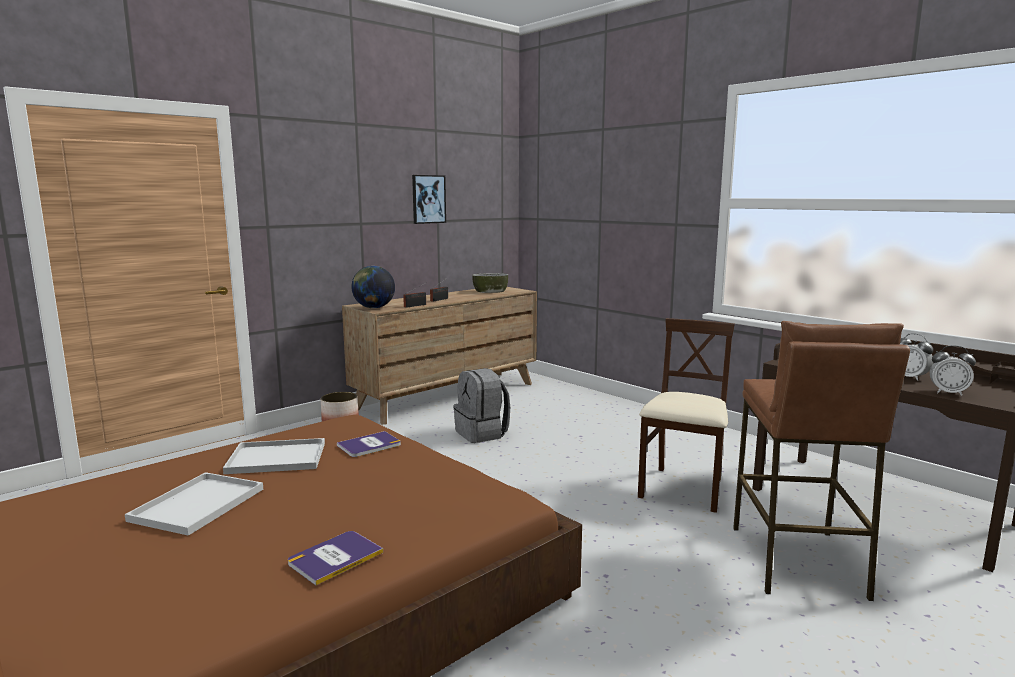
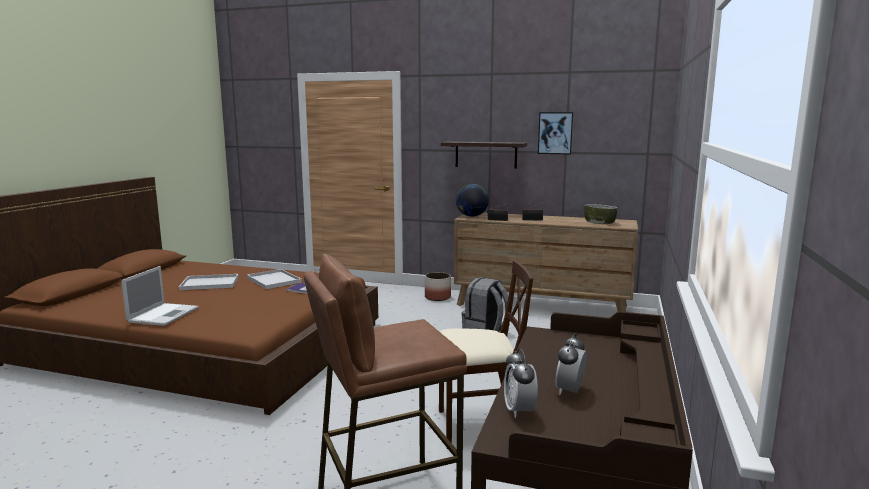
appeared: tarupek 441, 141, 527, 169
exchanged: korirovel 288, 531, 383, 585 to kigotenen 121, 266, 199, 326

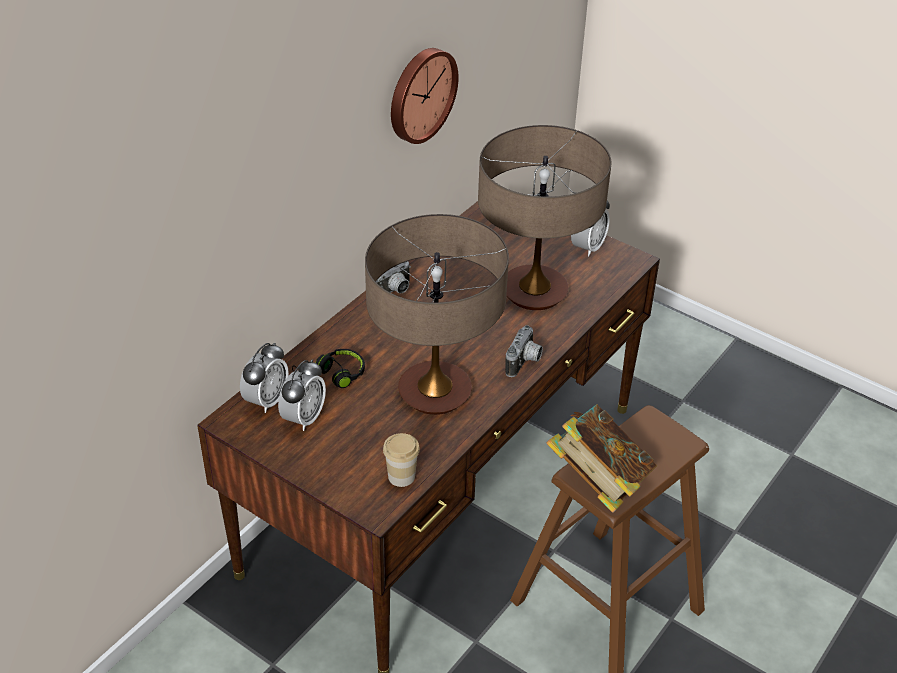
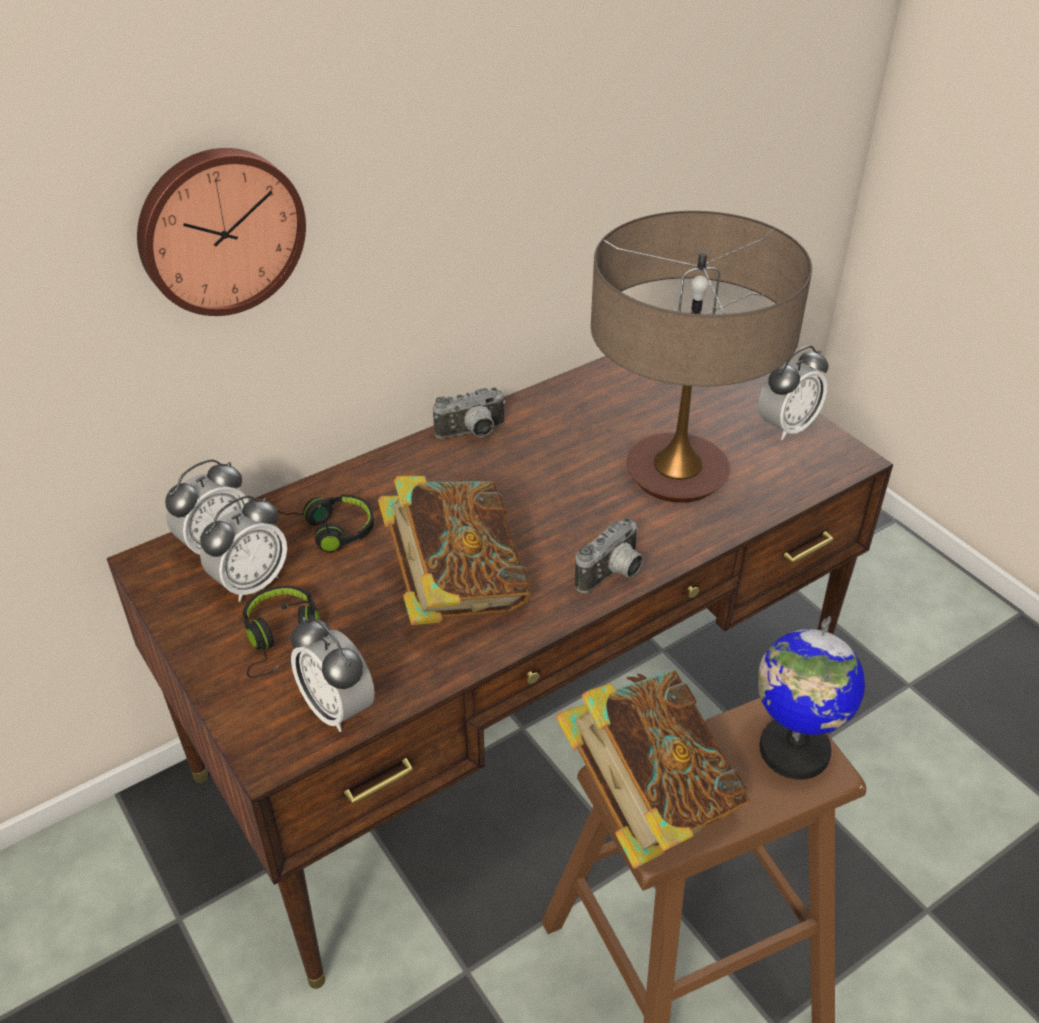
appeared: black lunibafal 243, 586, 320, 678; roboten 757, 616, 865, 780
relocated: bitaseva 391, 48, 459, 144 to 137, 148, 306, 316
exchanged: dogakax 365, 214, 509, 415 to korirovel 378, 476, 531, 625; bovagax 383, 433, 420, 487 to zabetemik 290, 617, 375, 732

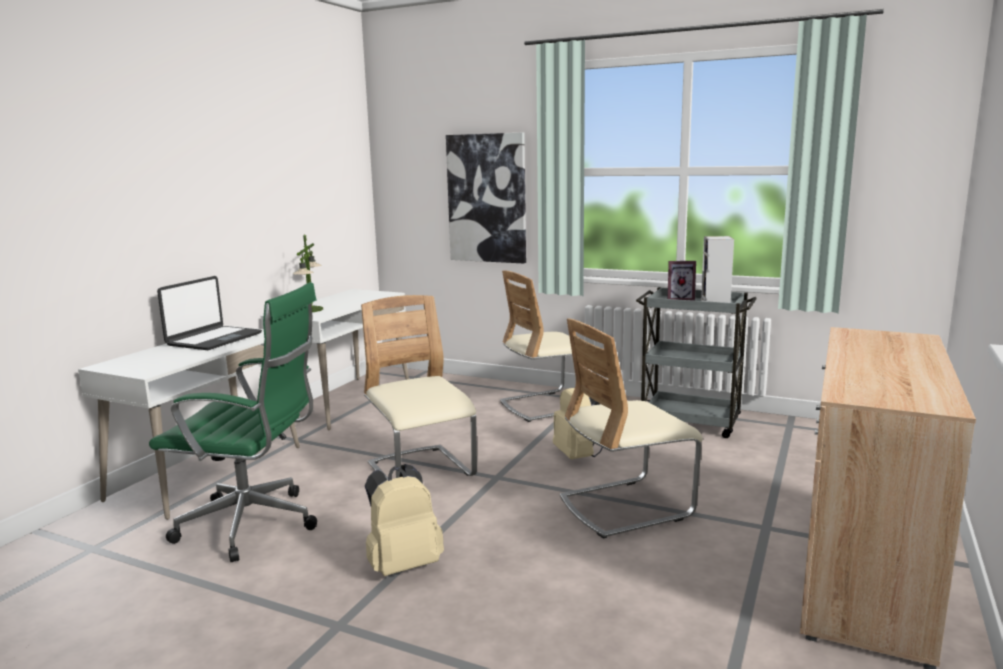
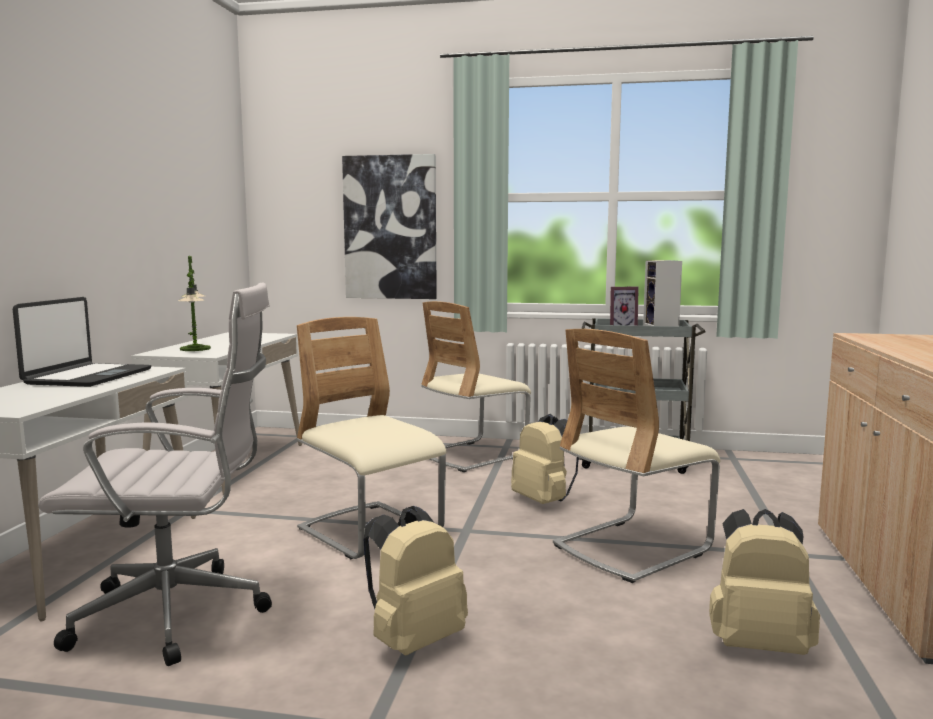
appeared: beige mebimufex 709, 509, 820, 655
colour: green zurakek 149, 282, 317, 562 to white zurakek 38, 283, 272, 666

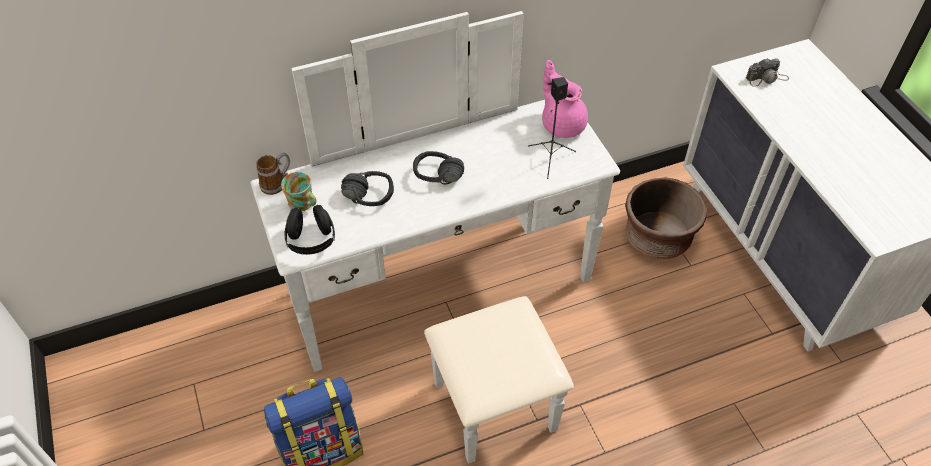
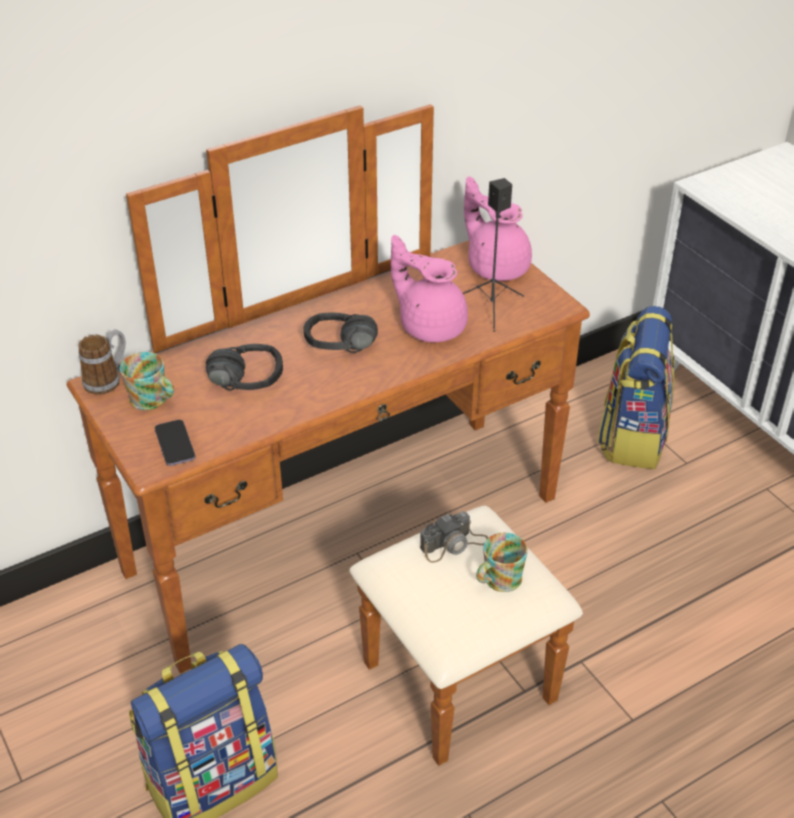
appeared: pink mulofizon 391, 235, 468, 342; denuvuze 476, 533, 528, 592
relocated: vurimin 746, 58, 789, 87 to 420, 512, 488, 563
exchanged: black lunibafal 285, 205, 335, 255 to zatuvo 155, 420, 195, 466; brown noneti 625, 177, 707, 260 to mebimufex 597, 306, 675, 469
colour: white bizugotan 250, 11, 620, 464 to brown bizugotan 67, 104, 590, 766

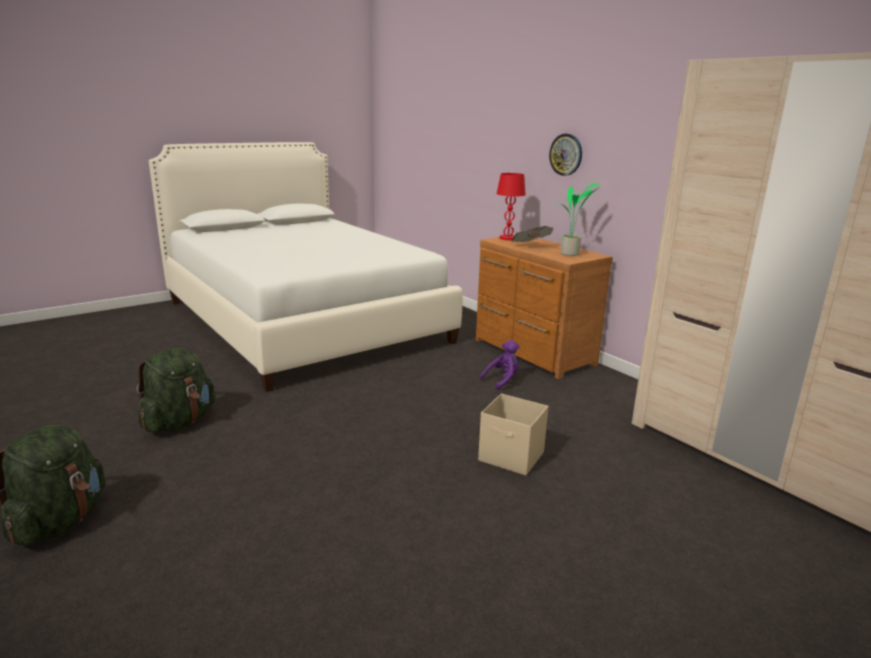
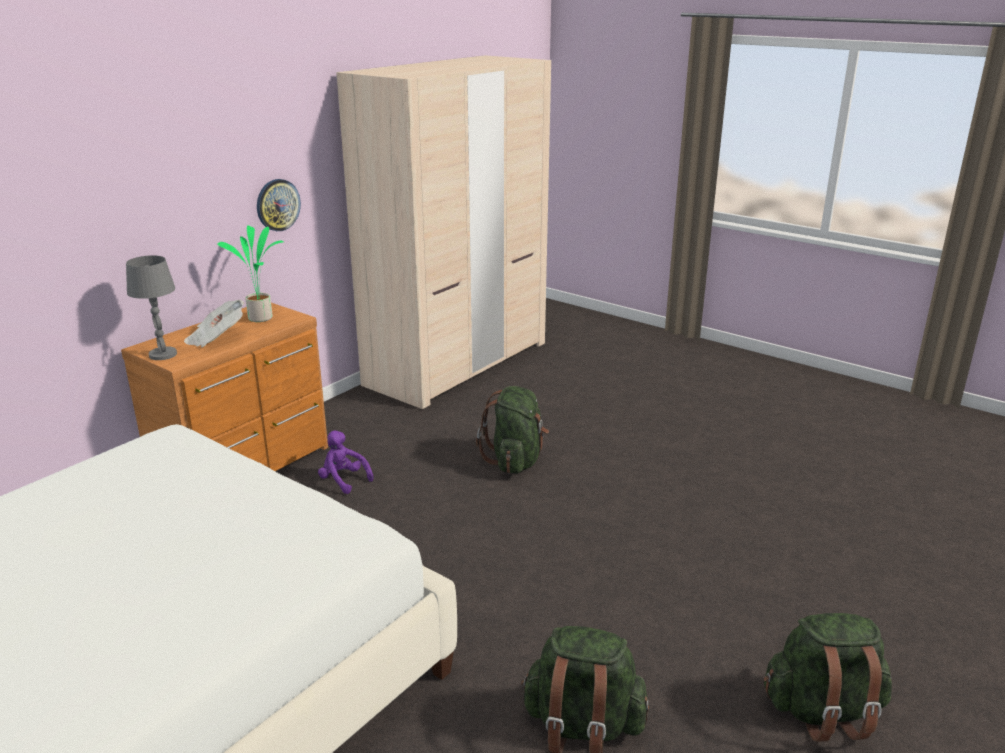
relocated: bitaseva 549, 134, 582, 176 to 257, 179, 301, 231
exchanged: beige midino 478, 394, 549, 476 to green mebimufex 476, 386, 549, 473
colour: red dogakax 497, 173, 526, 240 to grey dogakax 126, 255, 177, 360

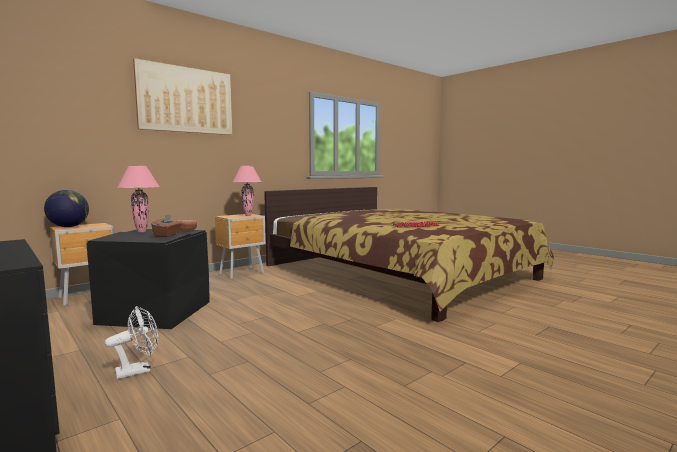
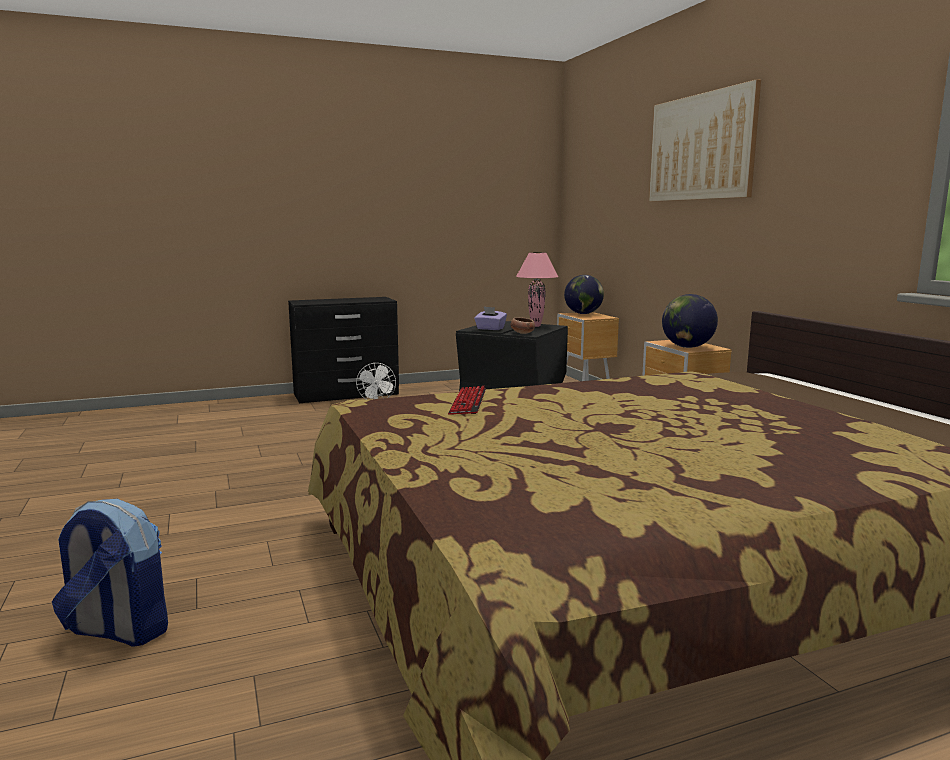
appeared: mebimufex 52, 499, 168, 647
exchanged: pink dogakax 233, 166, 262, 216 to roboten 662, 294, 718, 348
colour: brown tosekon 151, 214, 181, 237 to purple tosekon 474, 307, 507, 330

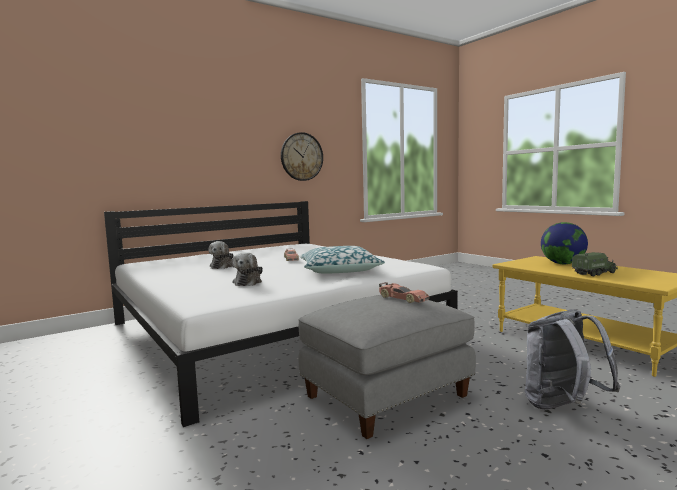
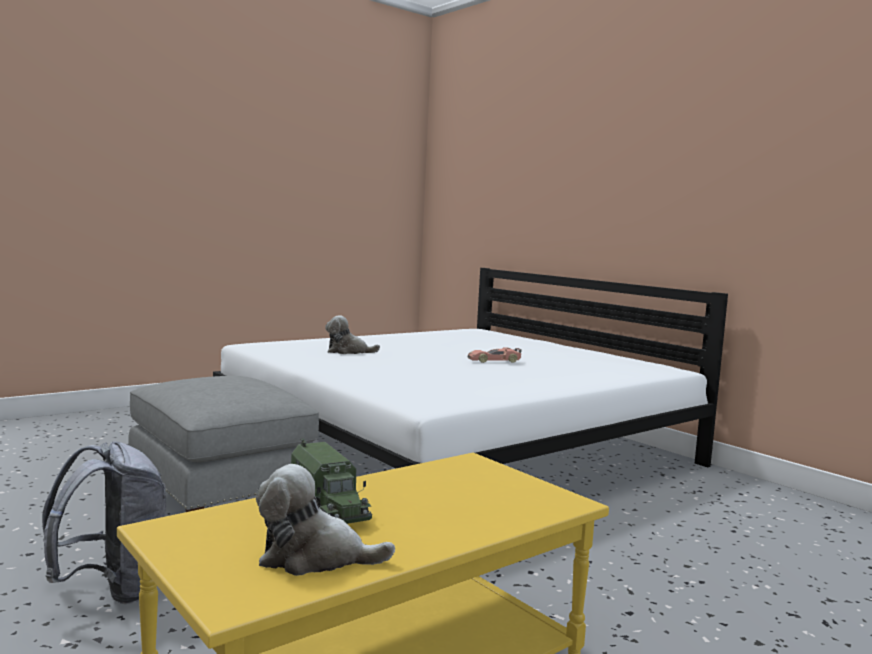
missing: bitaseva 281, 132, 323, 181; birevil 300, 246, 385, 274; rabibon 379, 282, 429, 303; roboten 541, 222, 588, 264
relocated: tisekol 209, 241, 234, 269 to 256, 464, 395, 576

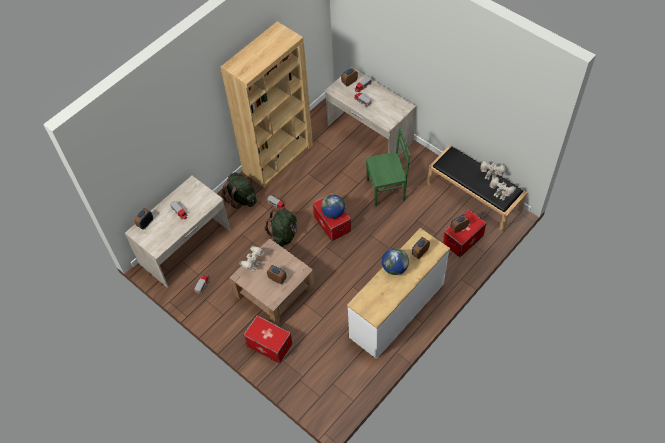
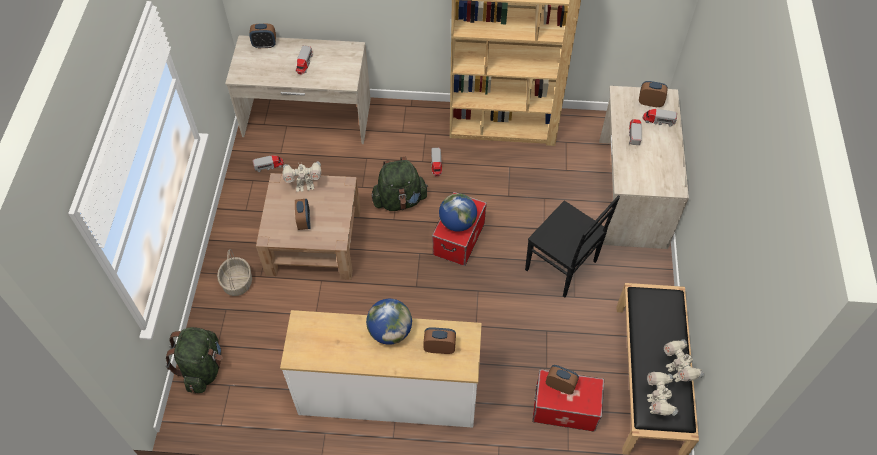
relocated: green mebimufex 222, 172, 257, 209 to 166, 327, 223, 393
exchanged: midino 243, 315, 292, 363 to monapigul 217, 249, 252, 296
colour: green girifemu 366, 128, 410, 207 to black girifemu 525, 195, 620, 298

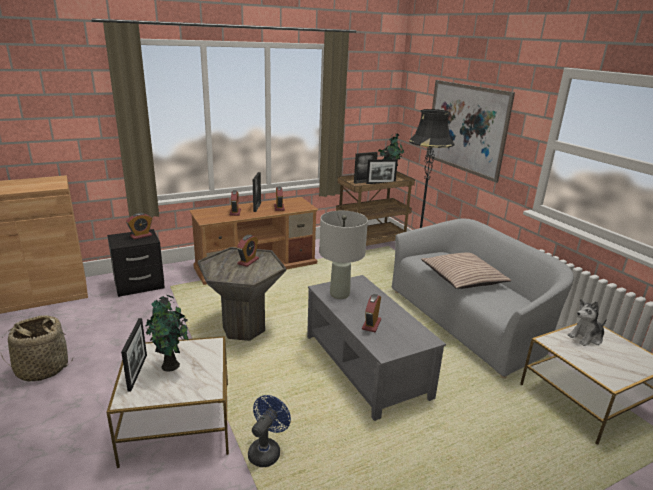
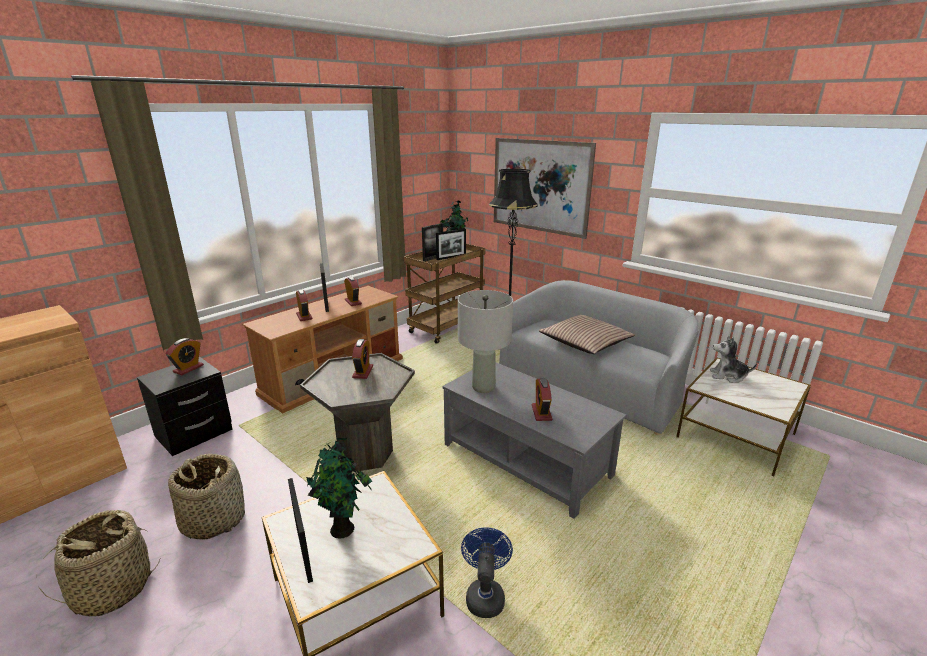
appeared: monapigul 168, 454, 245, 540
spun: tisekol 568, 299, 607, 346 = 710, 336, 757, 383 60 degrees clockwise

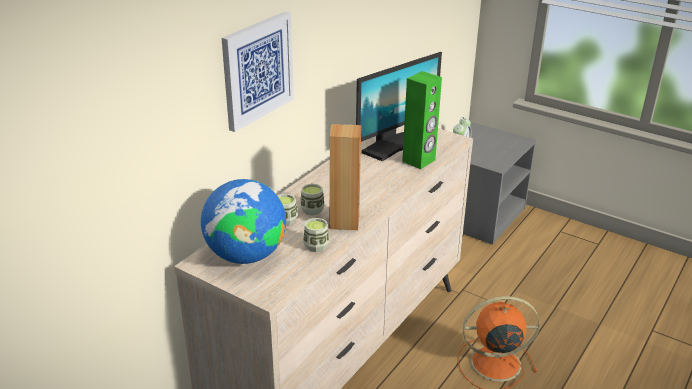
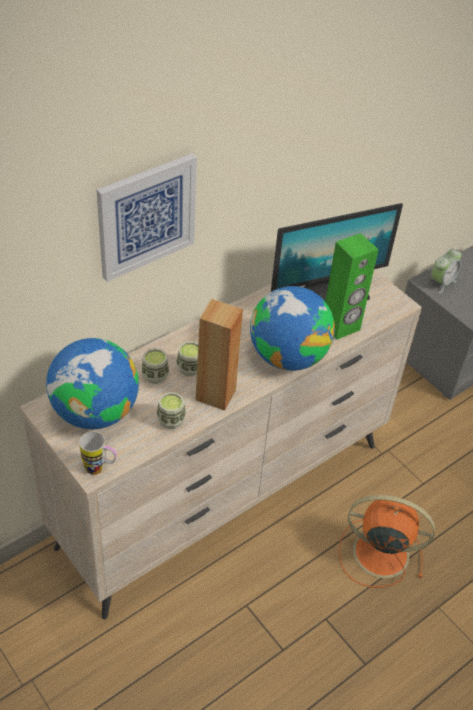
appeared: denuvuze 79, 431, 117, 475; roboten 250, 286, 335, 371

